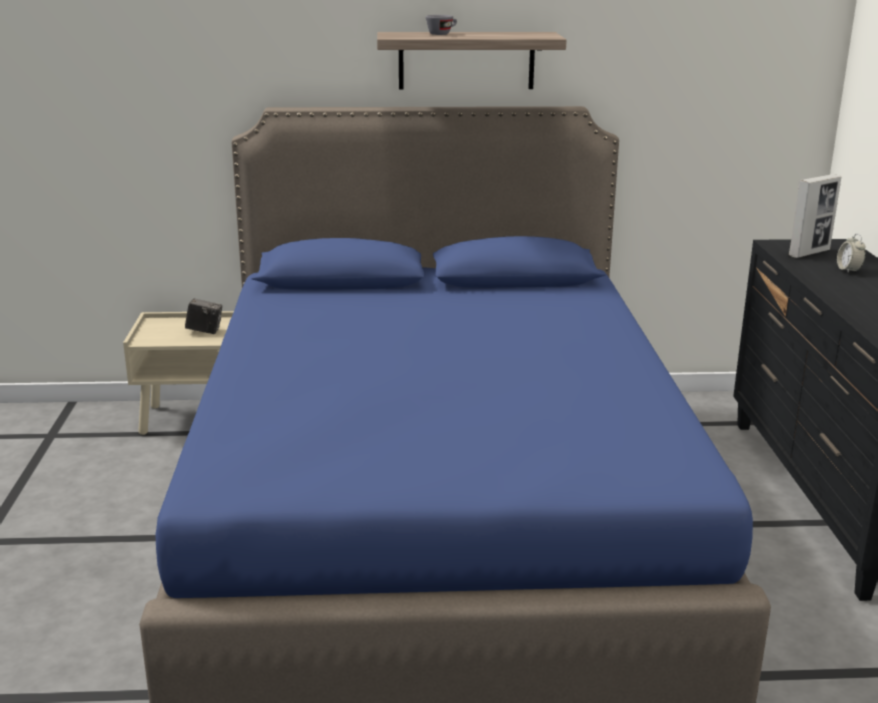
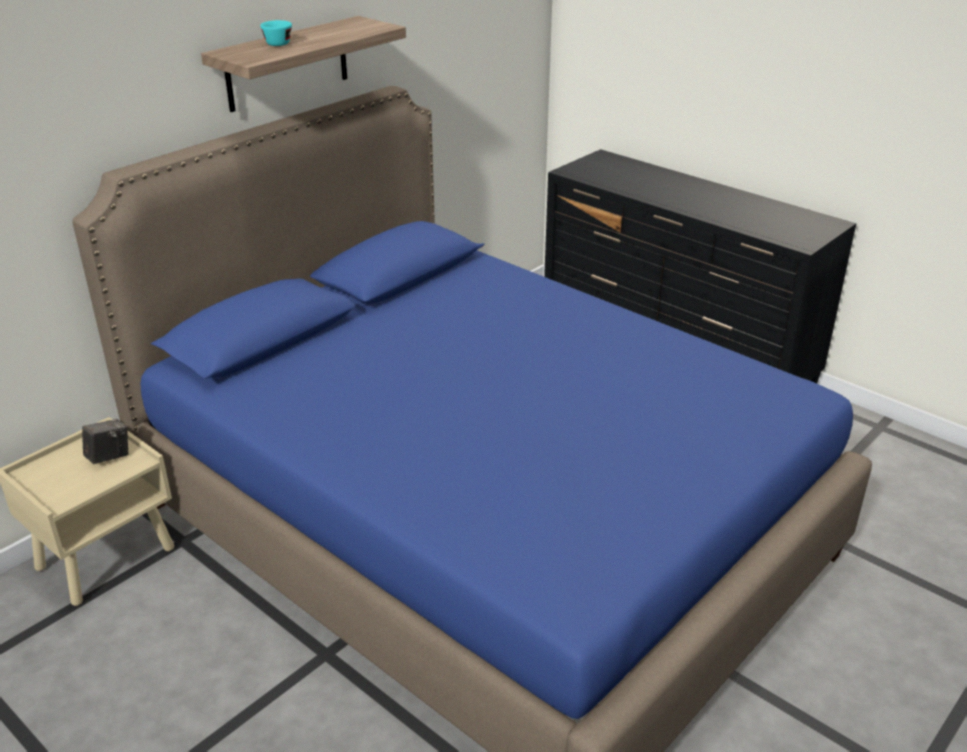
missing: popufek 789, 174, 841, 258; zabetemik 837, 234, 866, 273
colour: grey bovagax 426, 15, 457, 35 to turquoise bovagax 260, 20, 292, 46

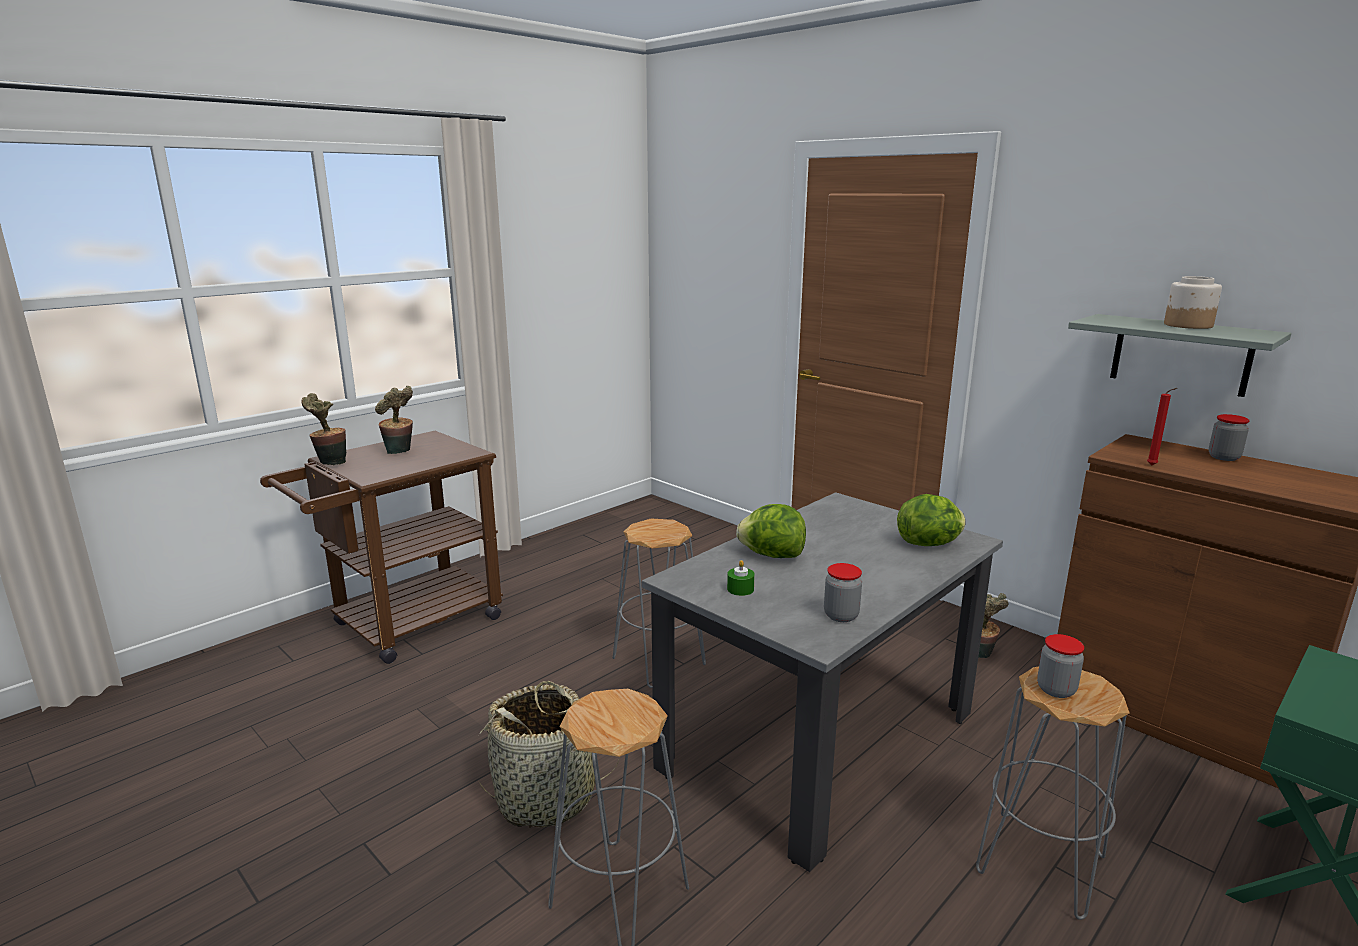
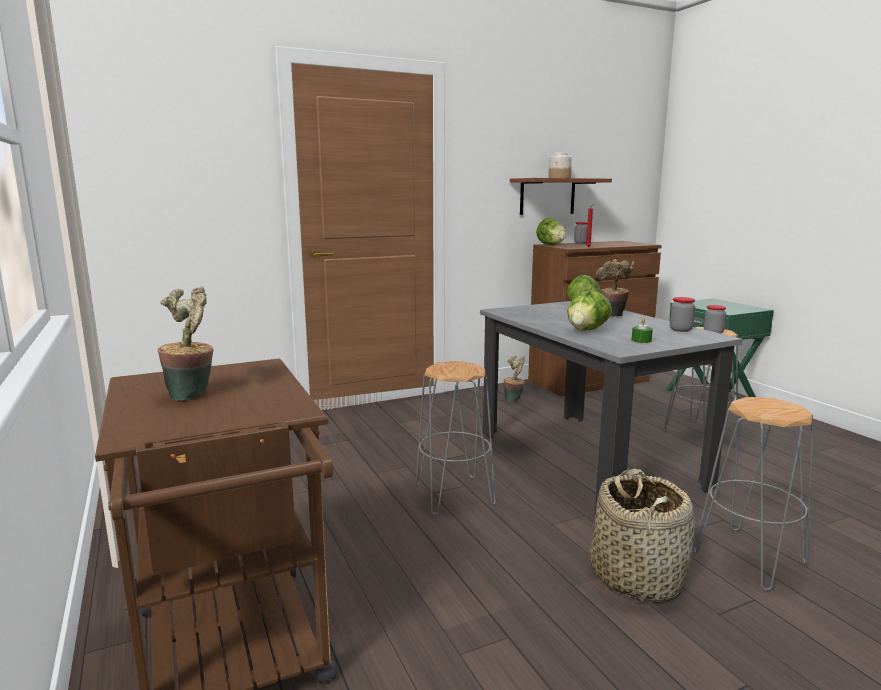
appeared: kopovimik 536, 218, 566, 245
relocated: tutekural 302, 393, 346, 465 to 596, 259, 635, 317
colour: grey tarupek 1068, 314, 1291, 397 to brown tarupek 510, 178, 612, 215

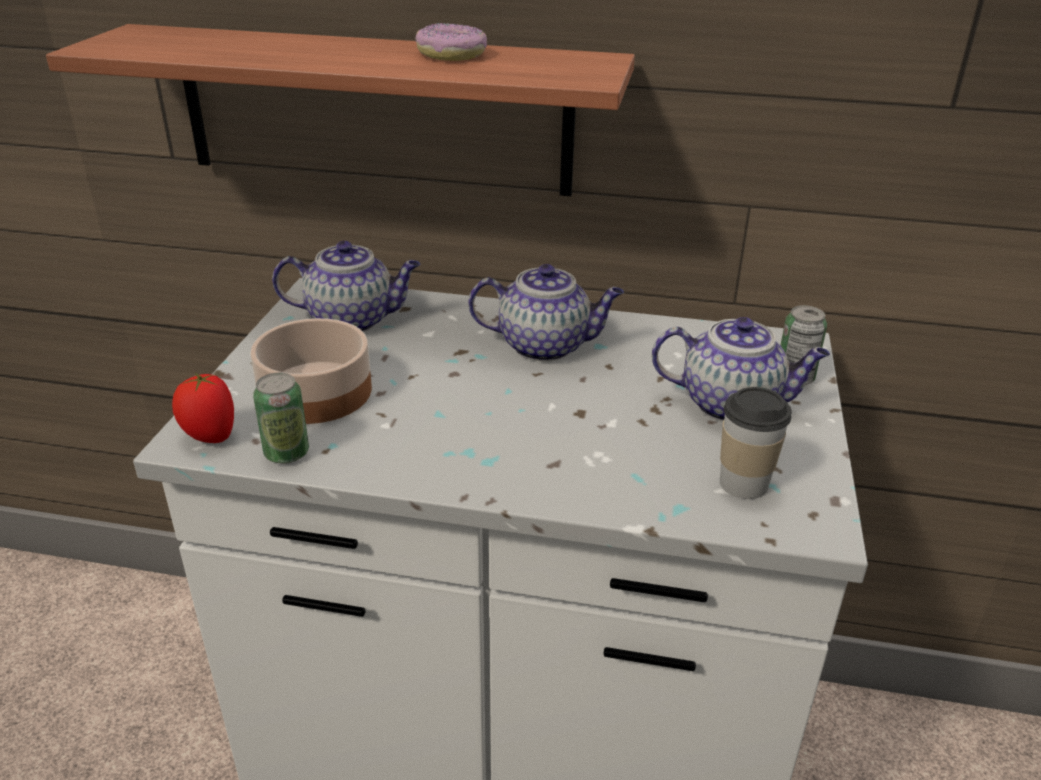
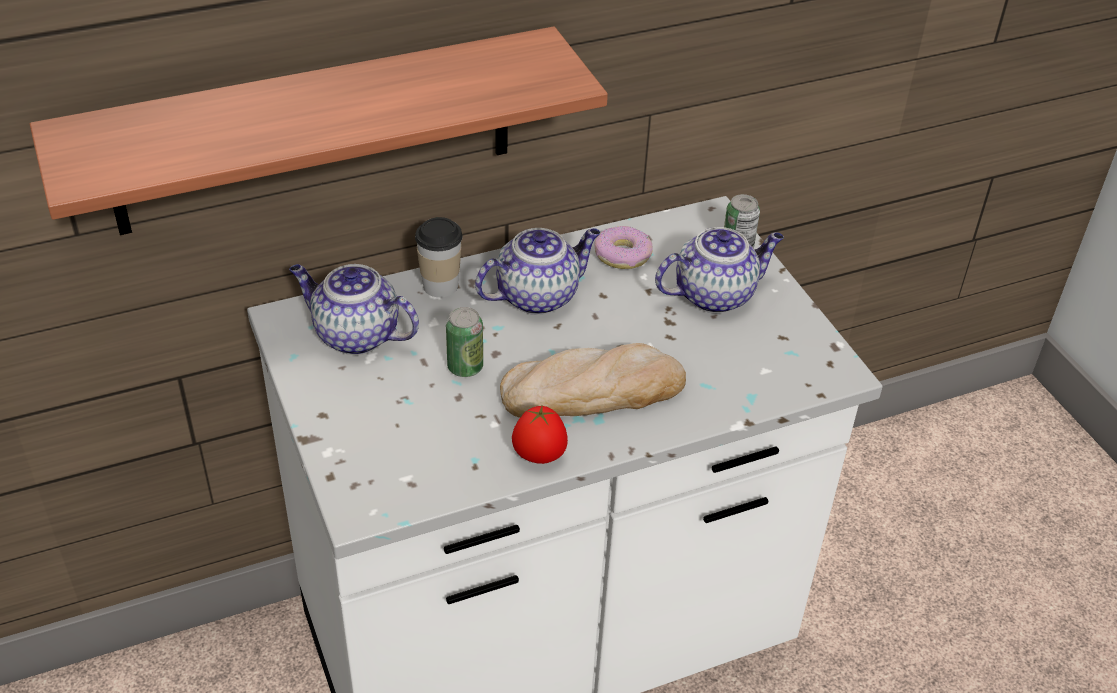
missing: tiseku 250, 318, 372, 424
appeared: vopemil 500, 343, 686, 418
relocated: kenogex 172, 373, 234, 443 to 512, 405, 568, 464; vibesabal 253, 372, 309, 464 to 446, 307, 483, 377; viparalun 415, 23, 487, 61 to 594, 226, 653, 269; bovagax 720, 387, 792, 499 to 415, 217, 462, 297
spun: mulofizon 272, 241, 420, 332 = 289, 264, 419, 355 120 degrees counterclockwise

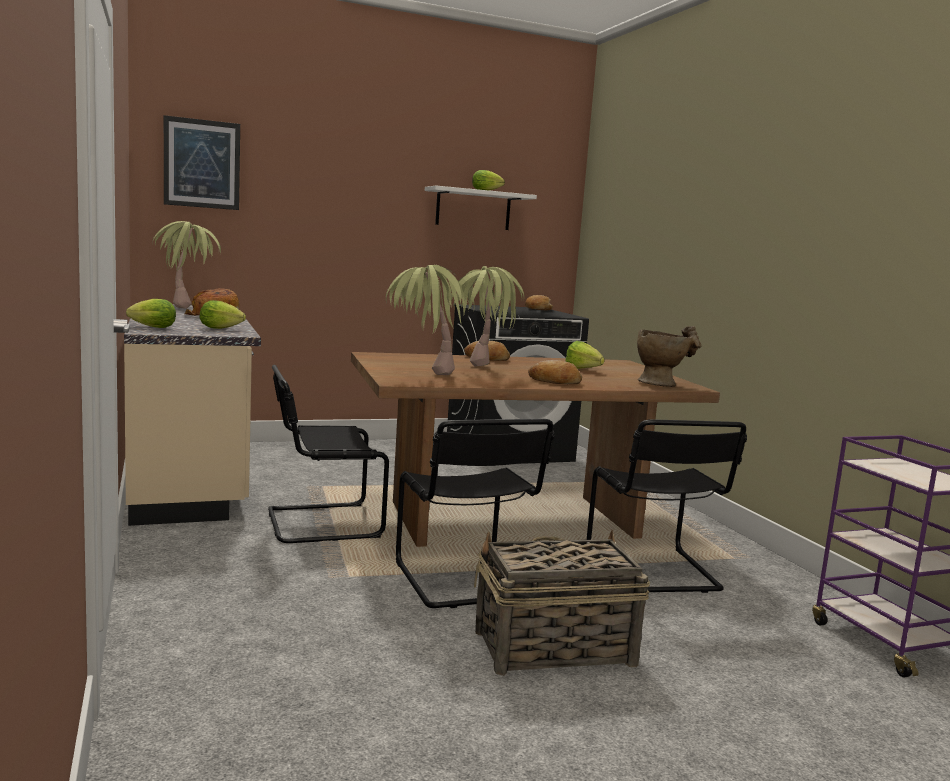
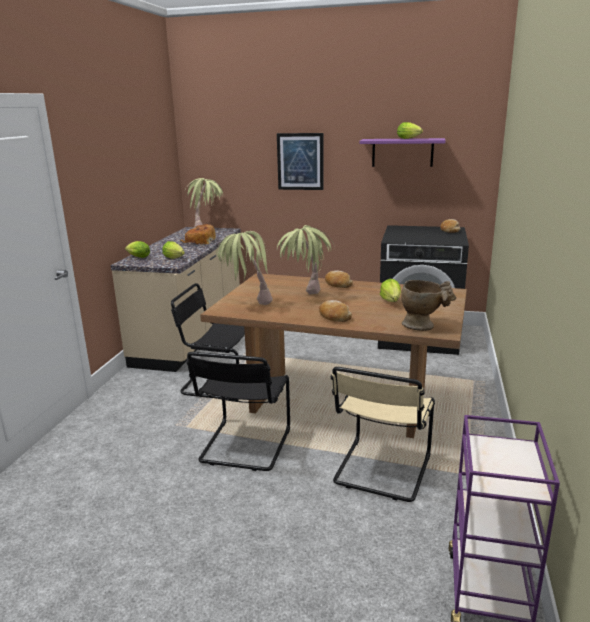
missing: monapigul 474, 530, 650, 676
relocated: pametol 164, 115, 240, 210 to 277, 133, 324, 190
colour: white tarupek 425, 186, 537, 230 to purple tarupek 359, 138, 445, 167; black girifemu 587, 419, 747, 593 to beige girifemu 330, 367, 435, 502

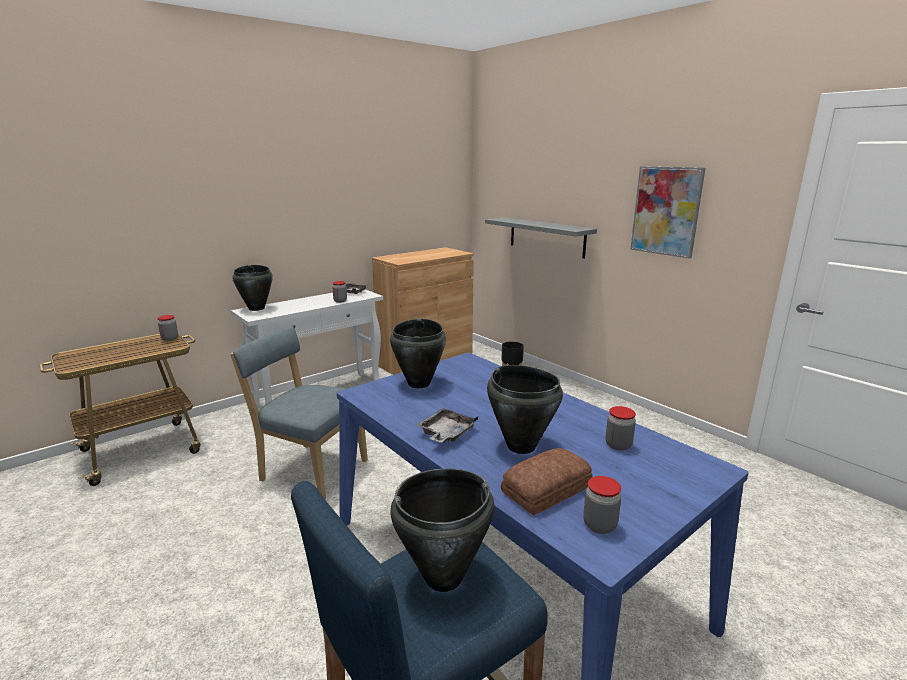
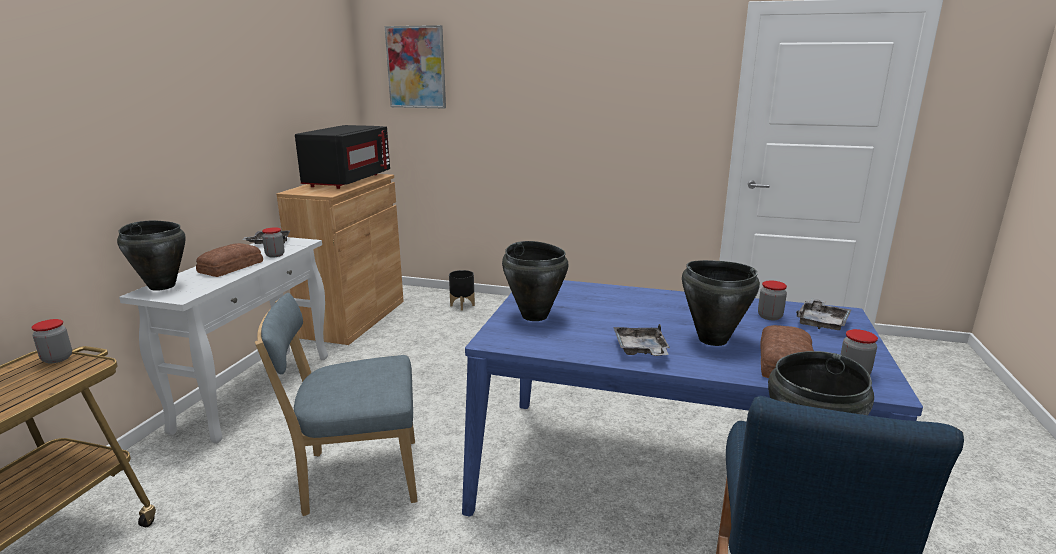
missing: grey tarupek 485, 217, 597, 258
appeared: vopemil 196, 243, 263, 277; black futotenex 295, 125, 390, 189; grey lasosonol 796, 298, 851, 330
relocated: pametol 630, 166, 705, 259 to 385, 25, 446, 109

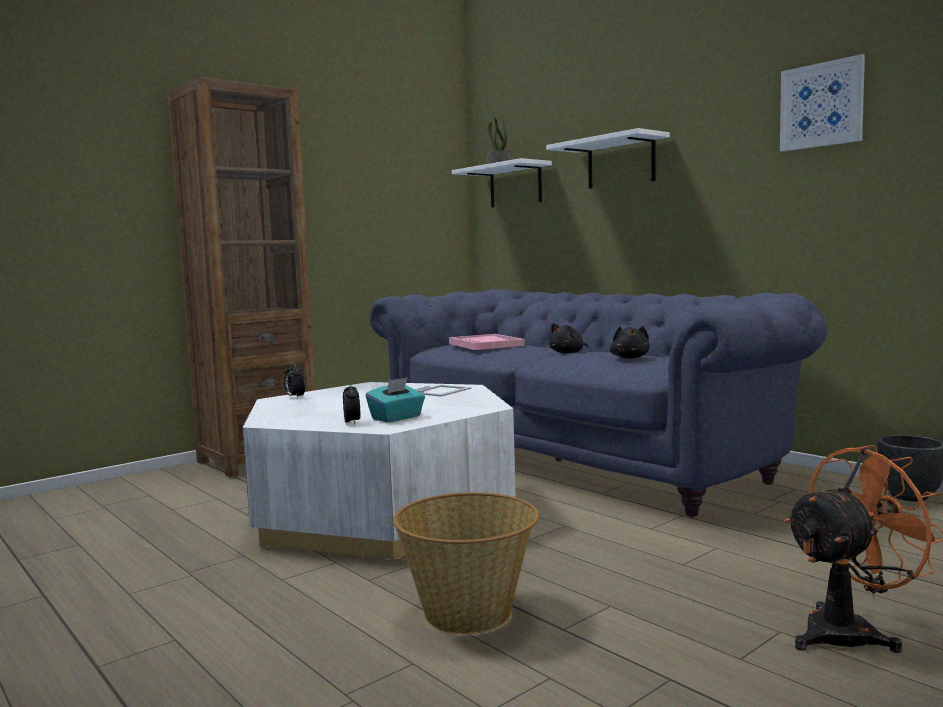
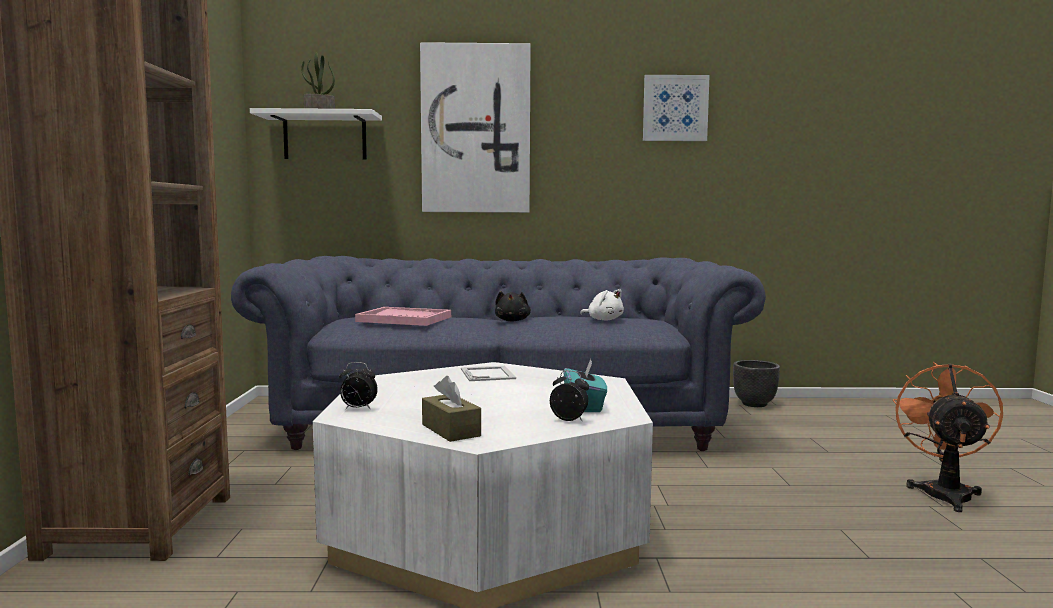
missing: monapigul 393, 492, 539, 634
appeared: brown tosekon 422, 376, 481, 442
exchanged: white tarupek 546, 128, 670, 189 to pametol 420, 42, 531, 213
colour: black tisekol 610, 326, 650, 359 to white tisekol 580, 289, 624, 320

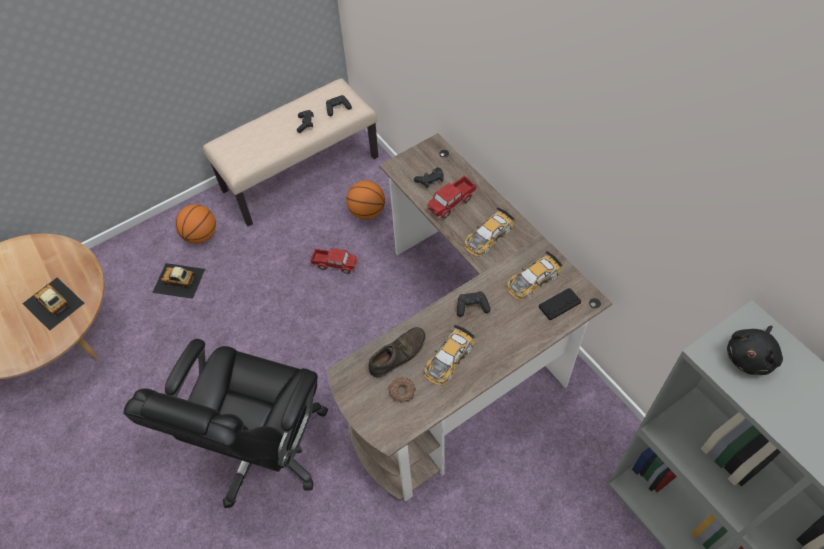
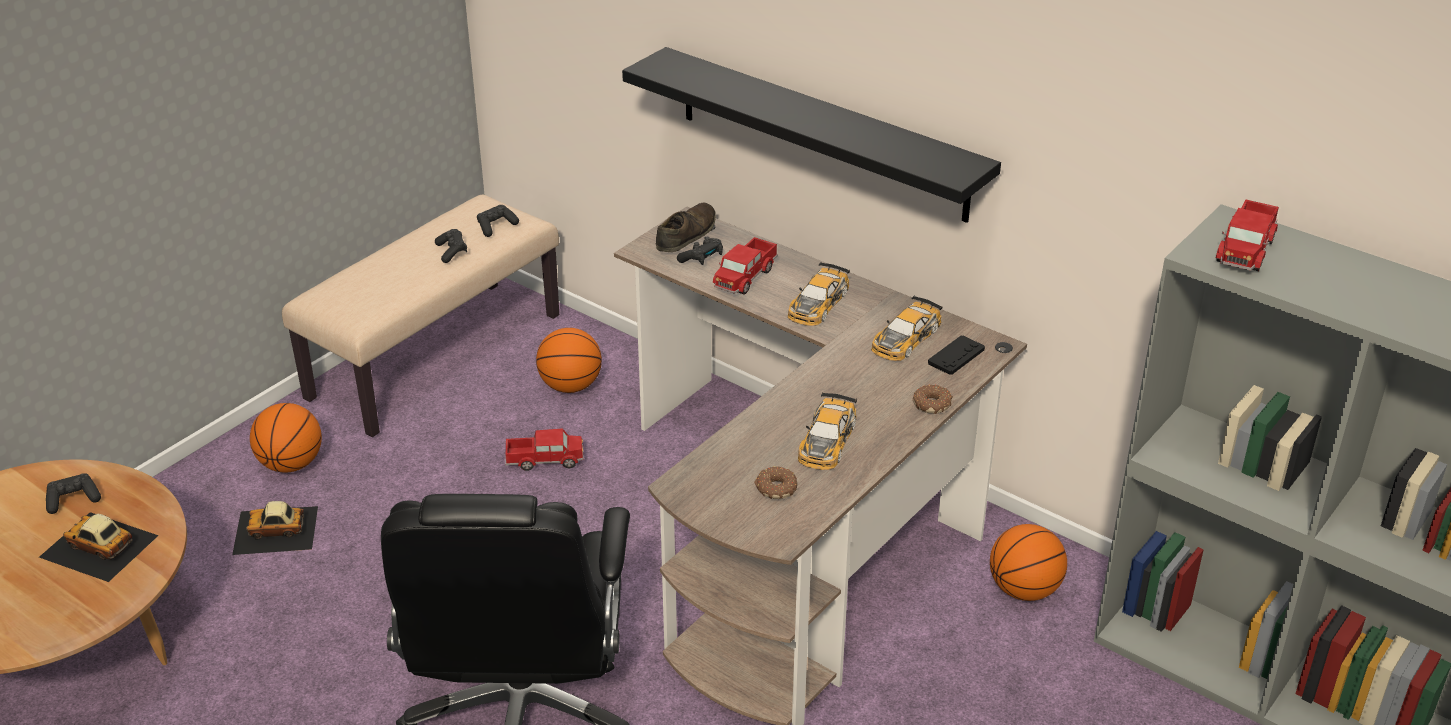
appeared: black tarupek 622, 47, 1001, 223; viparalun 913, 385, 953, 414; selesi 990, 524, 1067, 601
relocated: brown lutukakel 368, 327, 426, 378 to 656, 202, 716, 252; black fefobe 457, 291, 491, 317 to 46, 473, 101, 514
exchanged: black tisekol 727, 326, 783, 375 to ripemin 1216, 199, 1279, 271

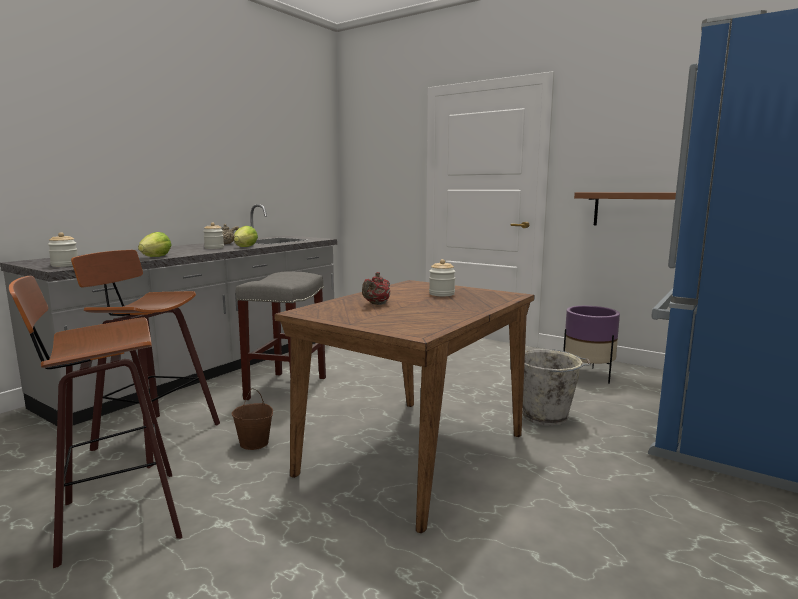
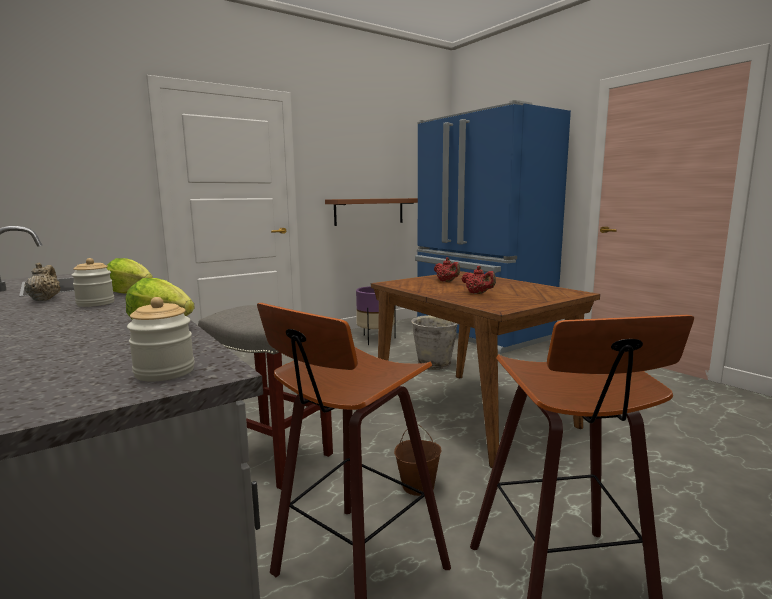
exchanged: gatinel 429, 259, 456, 296 to red mulofizon 434, 257, 460, 282

